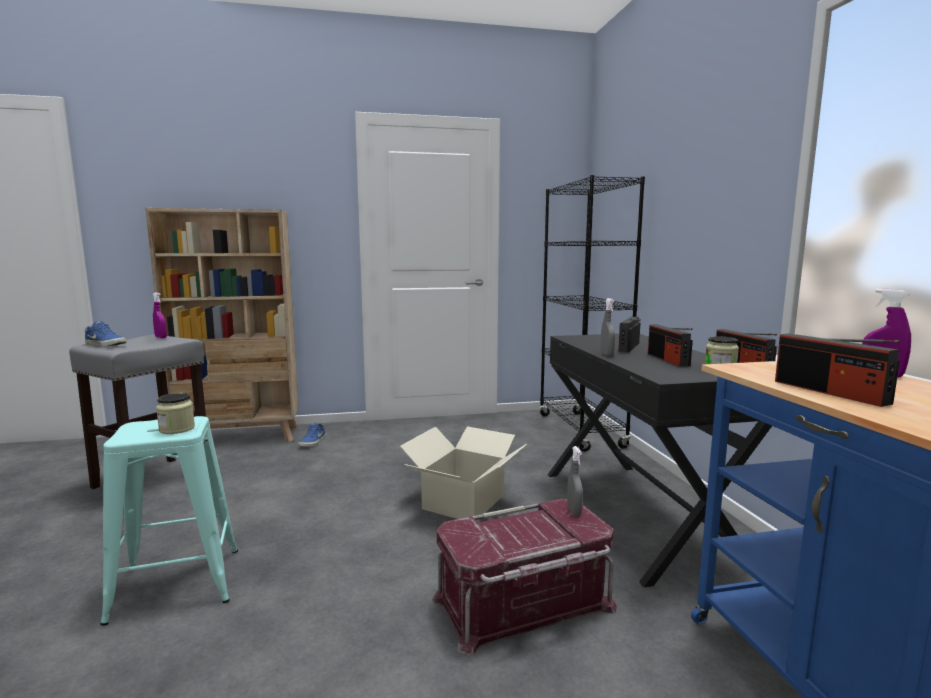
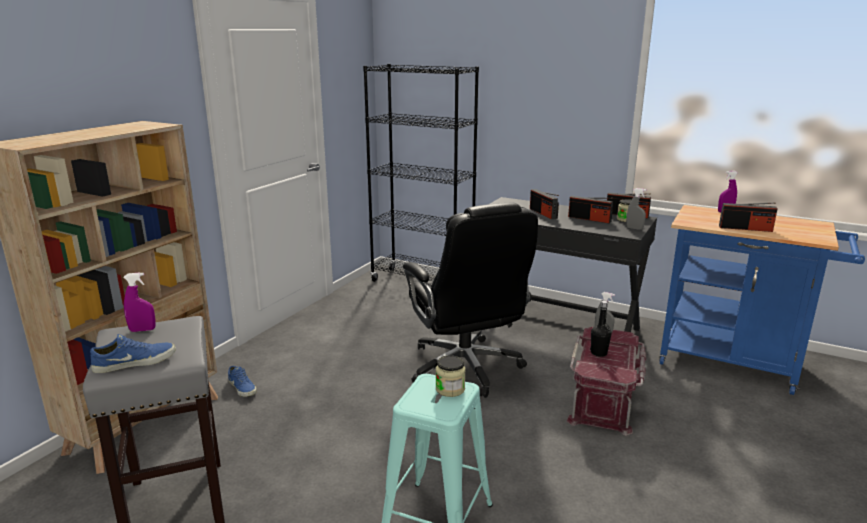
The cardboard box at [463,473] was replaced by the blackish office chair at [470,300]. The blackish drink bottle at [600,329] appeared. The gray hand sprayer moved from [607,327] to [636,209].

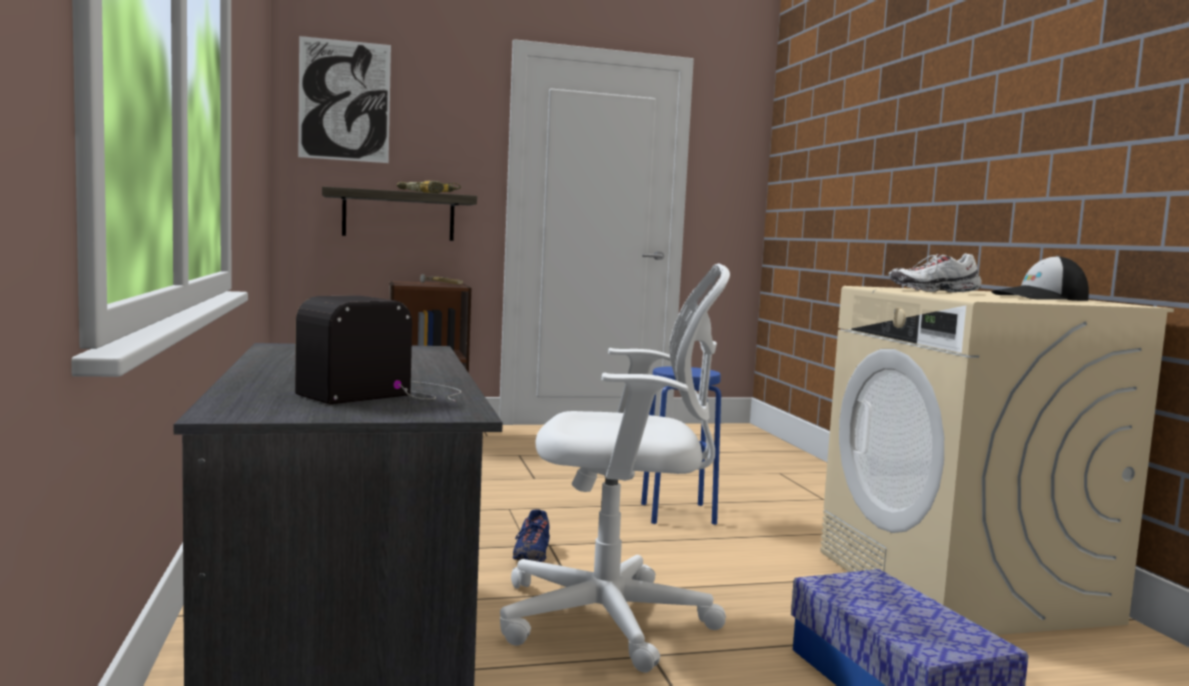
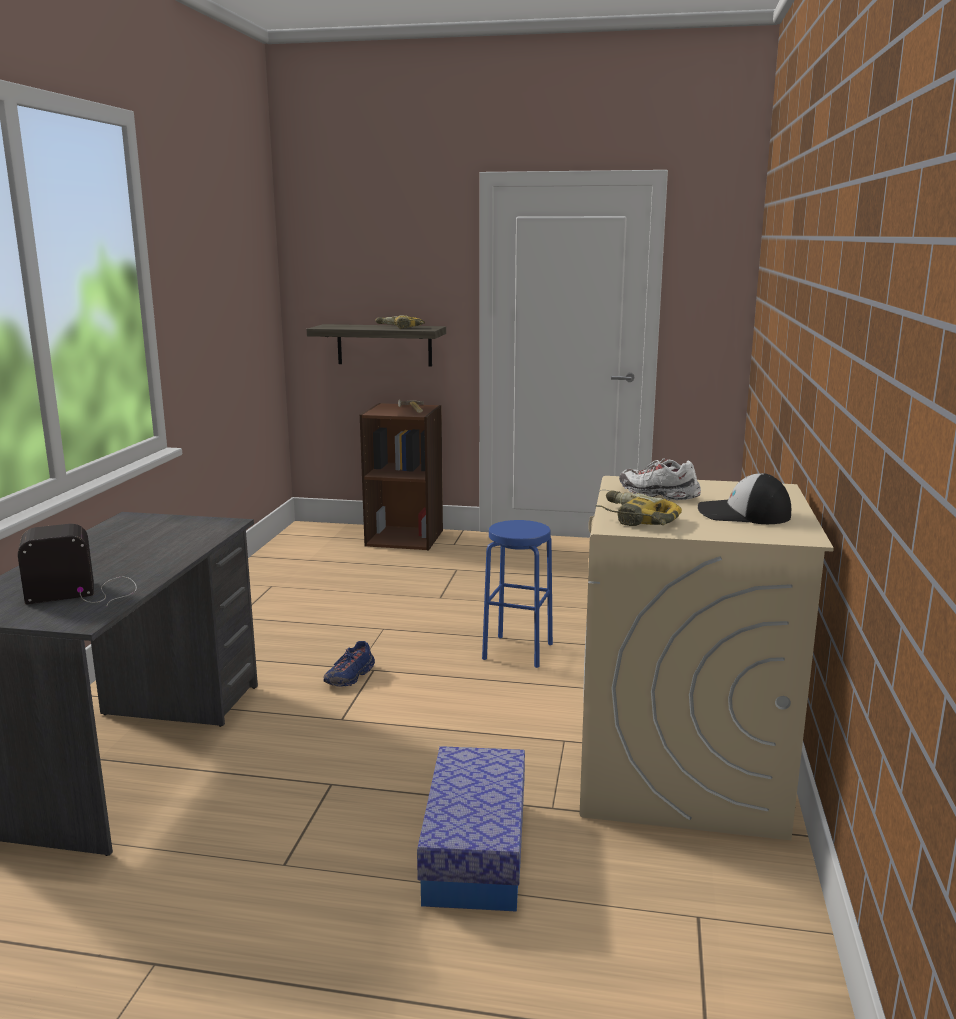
The drill at [638,508] appeared. The picture at [344,99] disappeared. The white-coloured office chair at [615,468] disappeared.

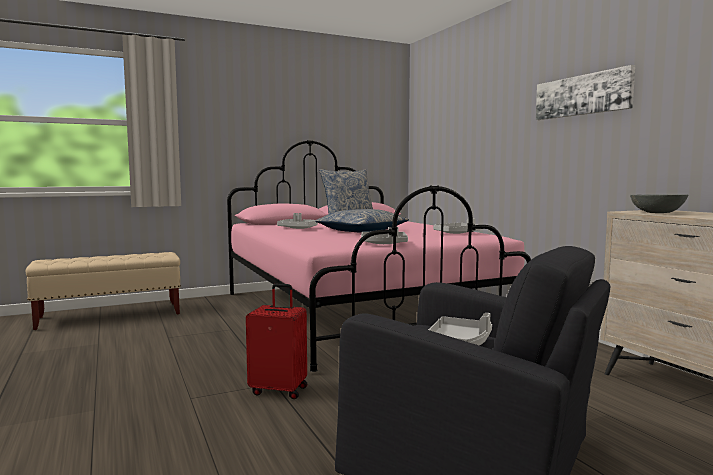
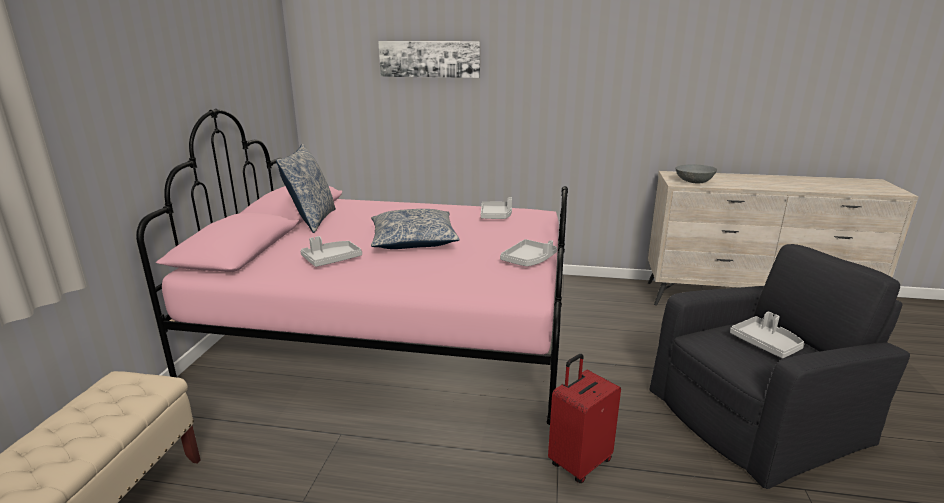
The picture moved from [585,92] to [429,59].

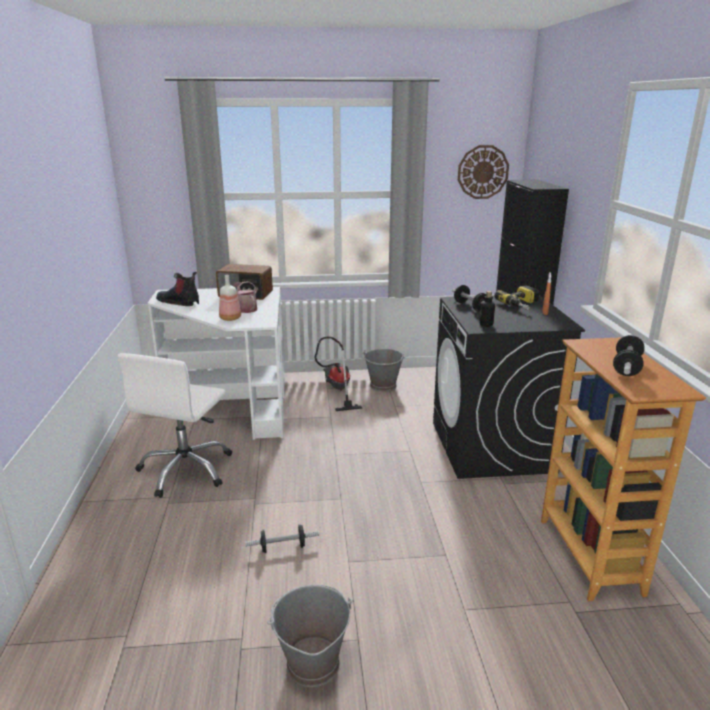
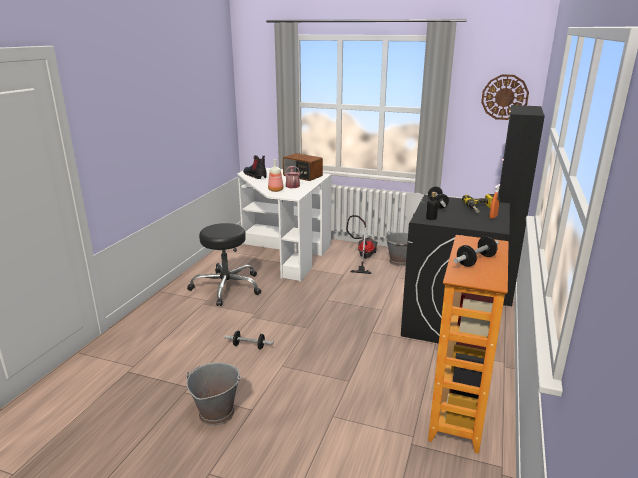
The white-coloured office chair at [175,425] was replaced by the blackish sitting stool at [224,264].

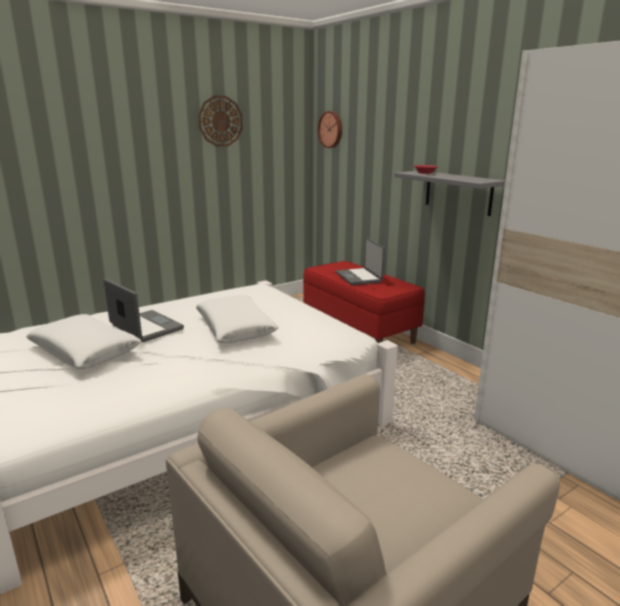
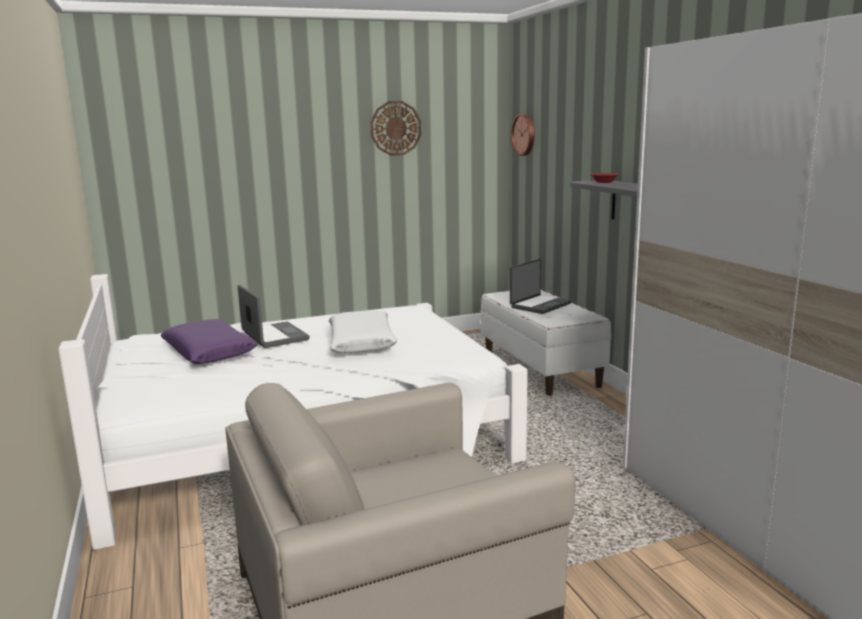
The white-coloured pillow at [83,341] became the purple pillow at [209,341]. The reddish long seat at [364,302] became the white-coloured long seat at [546,343]. The laptop at [360,261] turned 135 degrees counterclockwise.

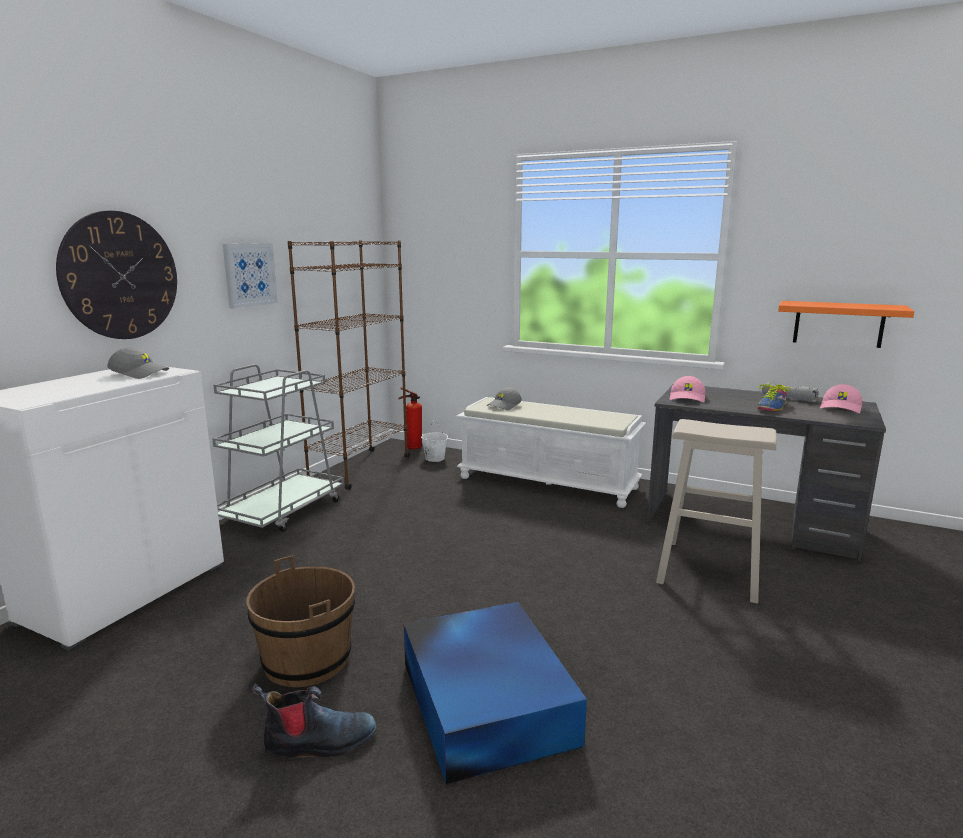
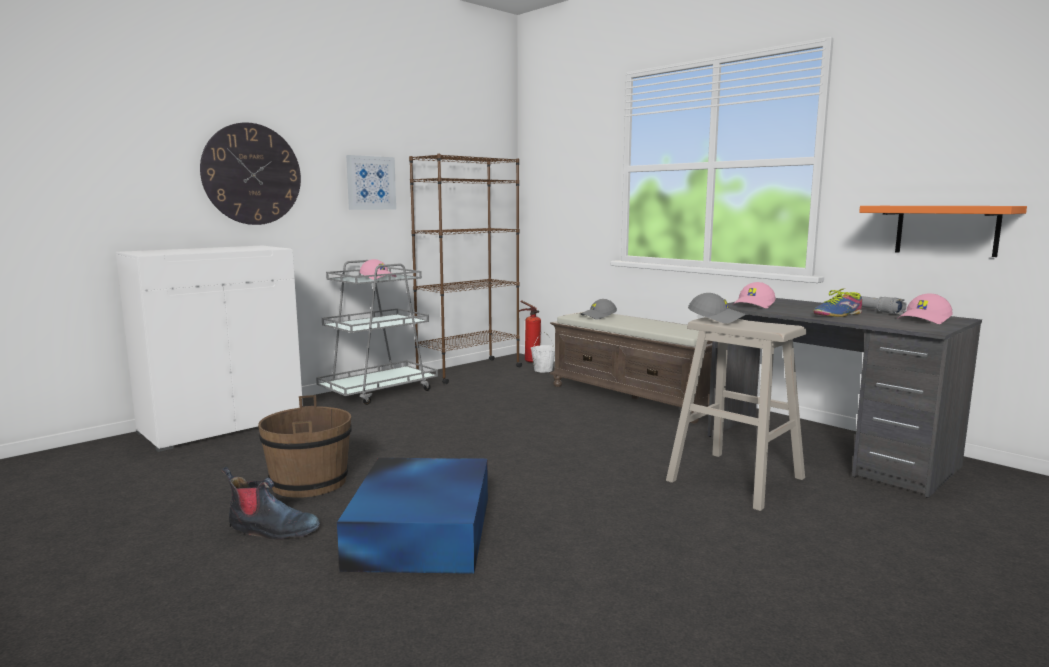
The pink-coloured baseball cap at [378,269] appeared. The white-coloured long seat at [551,452] became the brownish long seat at [631,367]. The gray baseball cap moved from [138,363] to [717,308].

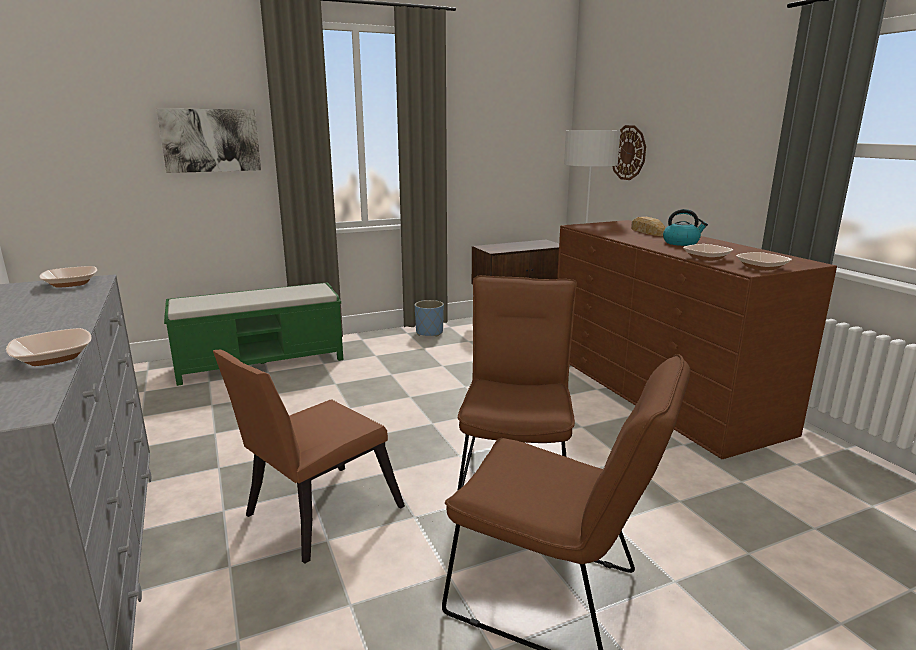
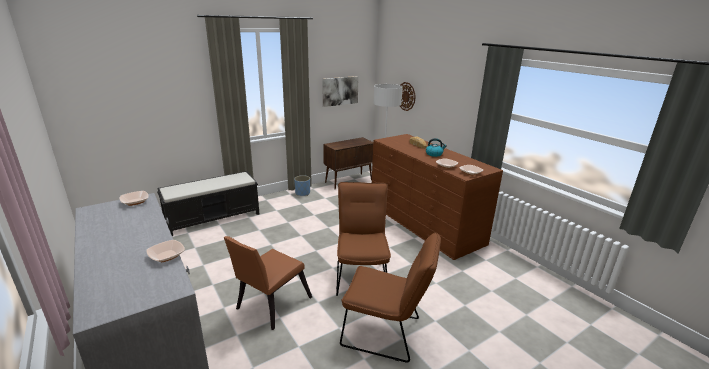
The greenish long seat at [253,334] became the blackish long seat at [208,203]. The picture moved from [209,141] to [340,91].

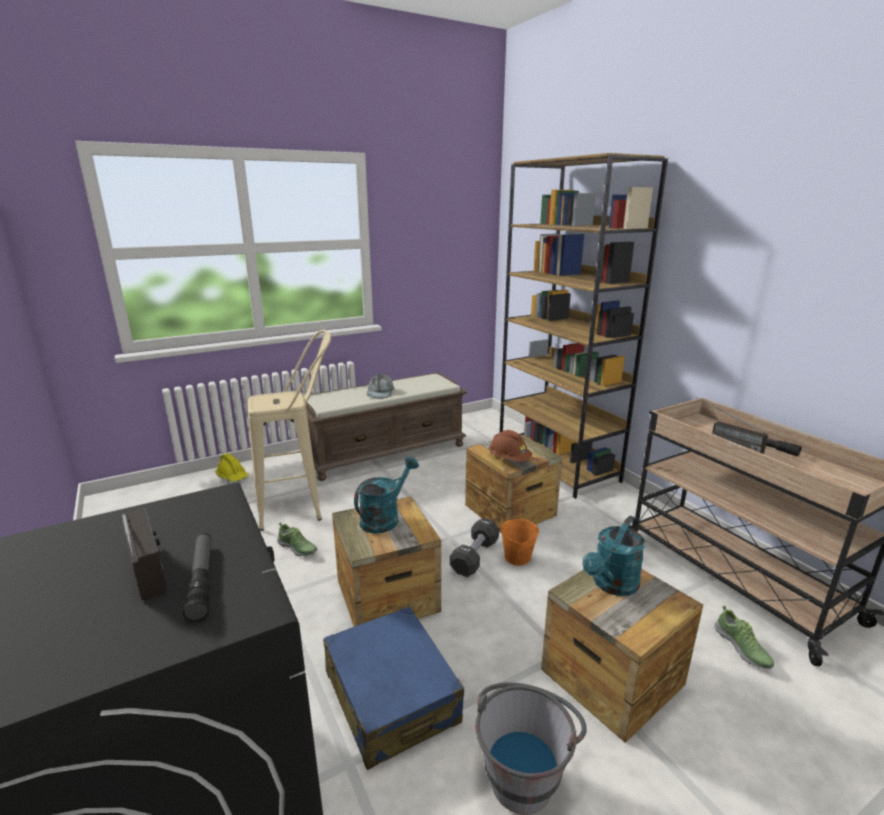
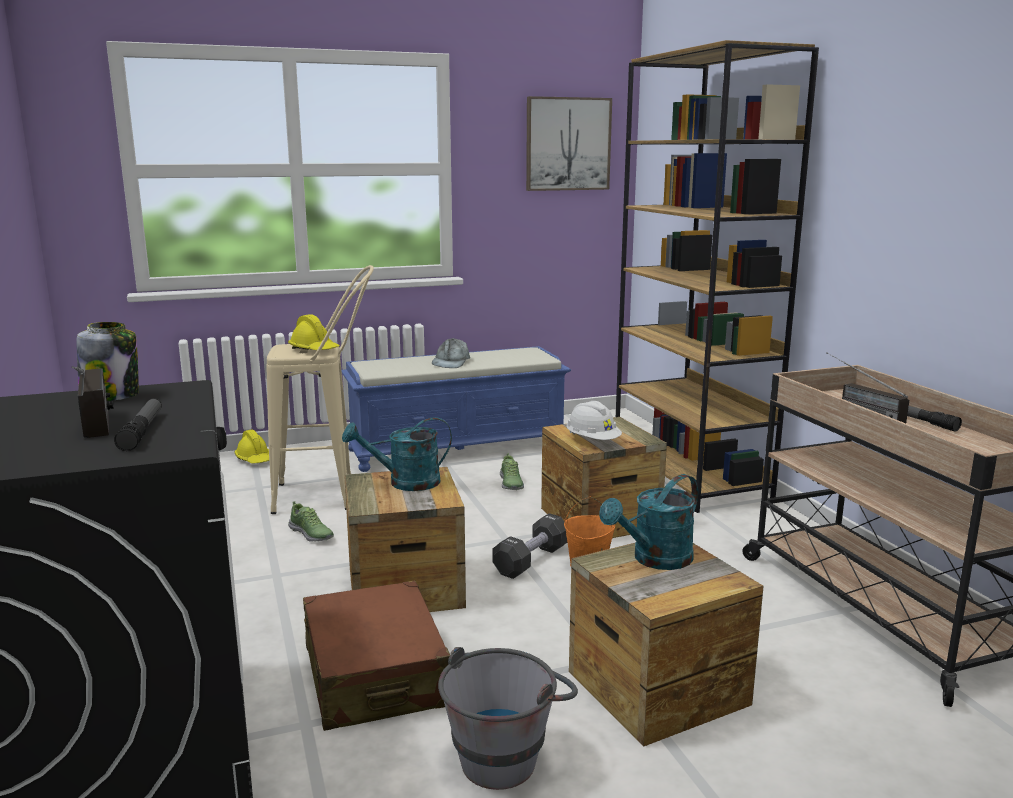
The storage jar at [107,361] appeared. The yellow-coloured work helmet at [314,332] appeared. The blue-coloured travel case at [393,688] became the brownish travel case at [376,655]. The brownish long seat at [385,427] became the blue-coloured long seat at [456,409]. The blue-green watering can at [386,495] turned 150 degrees counterclockwise. The shoe moved from [744,637] to [512,471]. The picture at [569,143] appeared. The brownish work helmet at [510,446] became the white-coloured work helmet at [594,420].

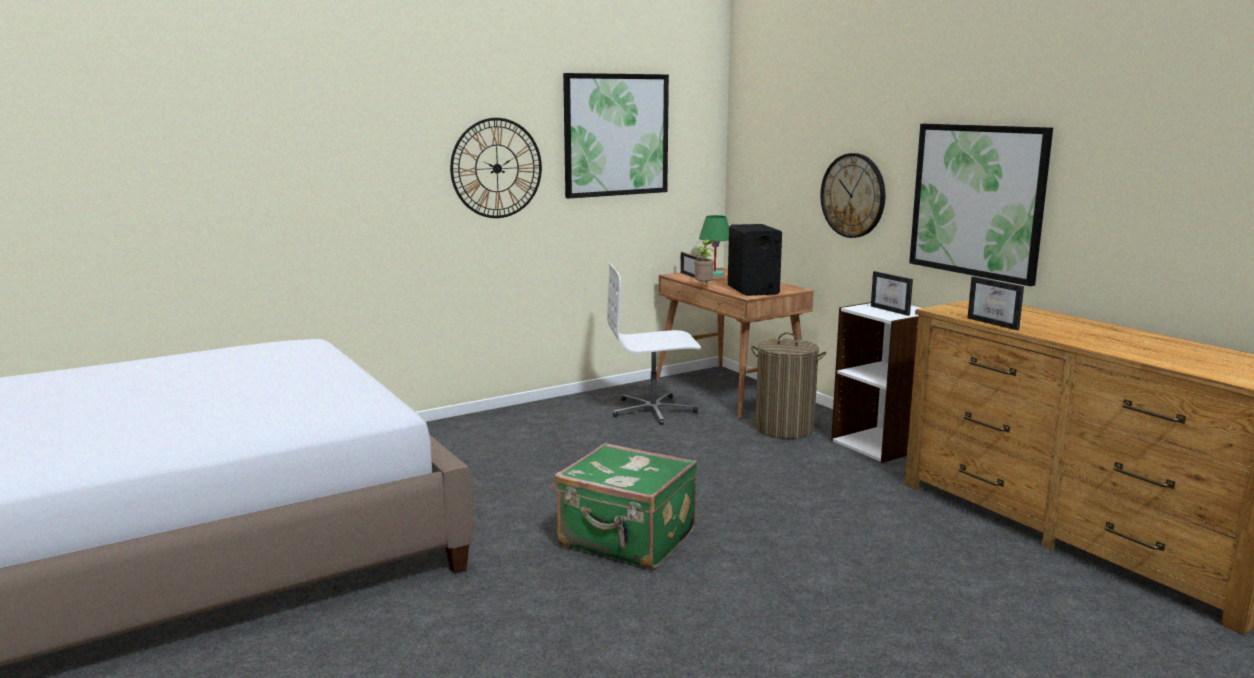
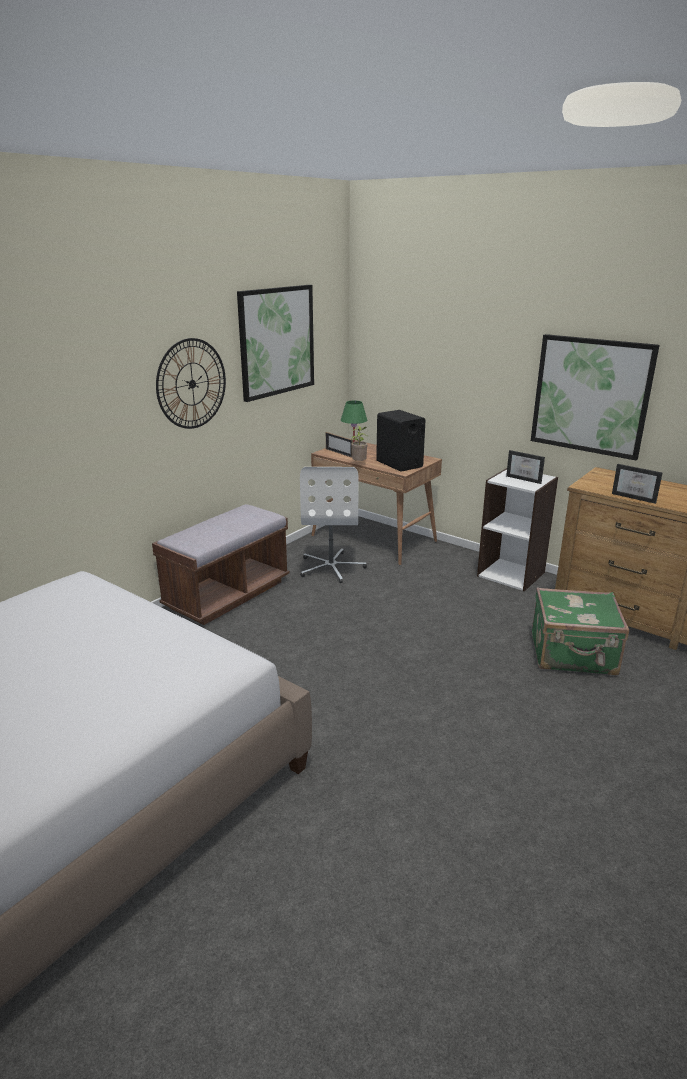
The brownish long seat at [221,564] appeared. The white-coloured office chair at [654,343] turned 60 degrees counterclockwise. The greenish travel case moved from [626,506] to [580,631]. The washing basket at [788,385] disappeared. The clock on the wall at [852,195] disappeared.

